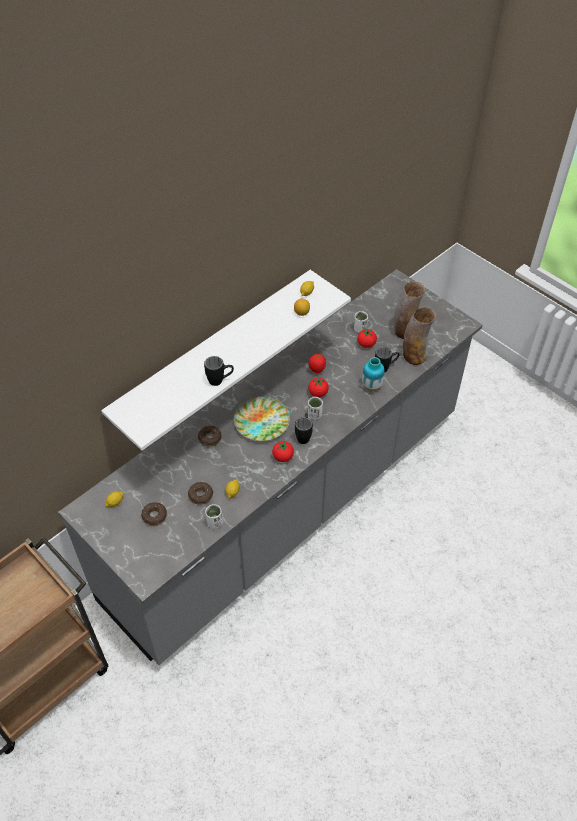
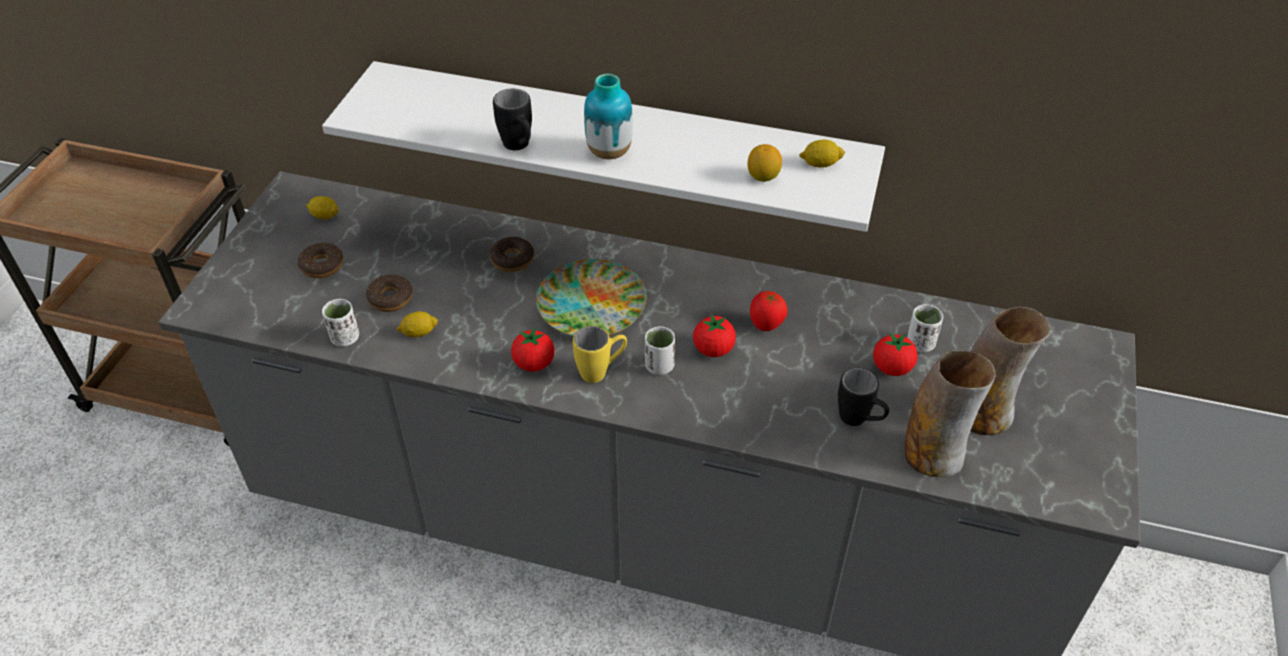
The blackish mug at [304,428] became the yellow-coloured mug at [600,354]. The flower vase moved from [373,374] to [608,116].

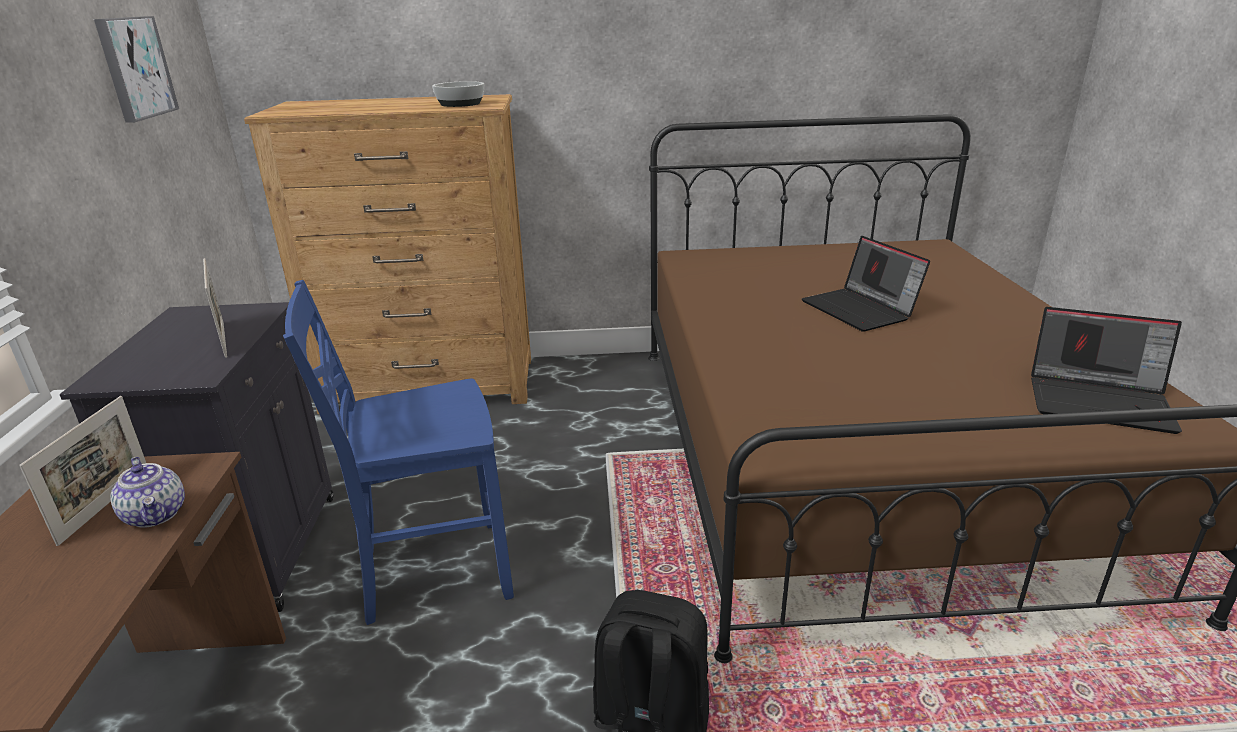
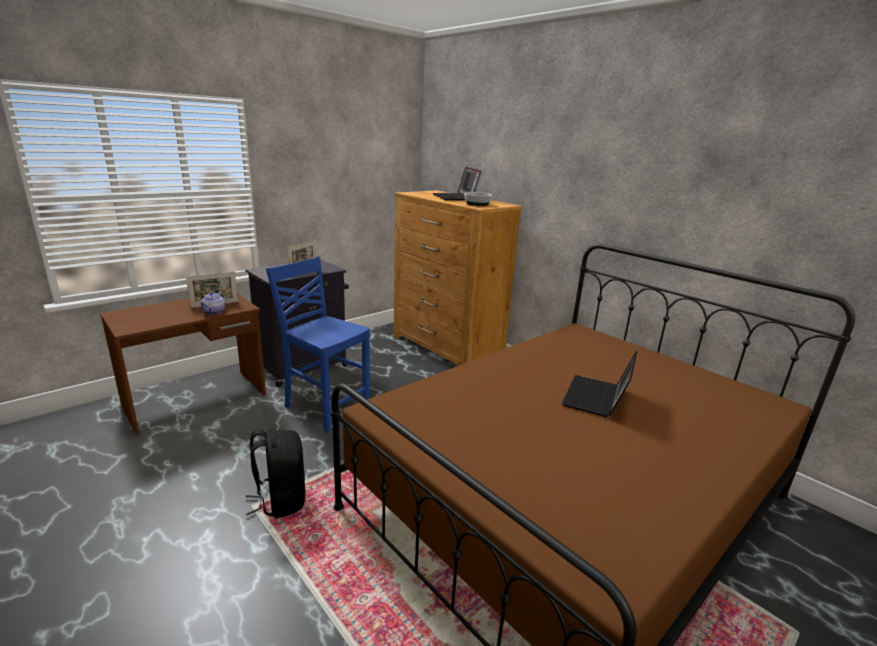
The laptop moved from [1106,370] to [457,184]. The picture at [136,69] disappeared.

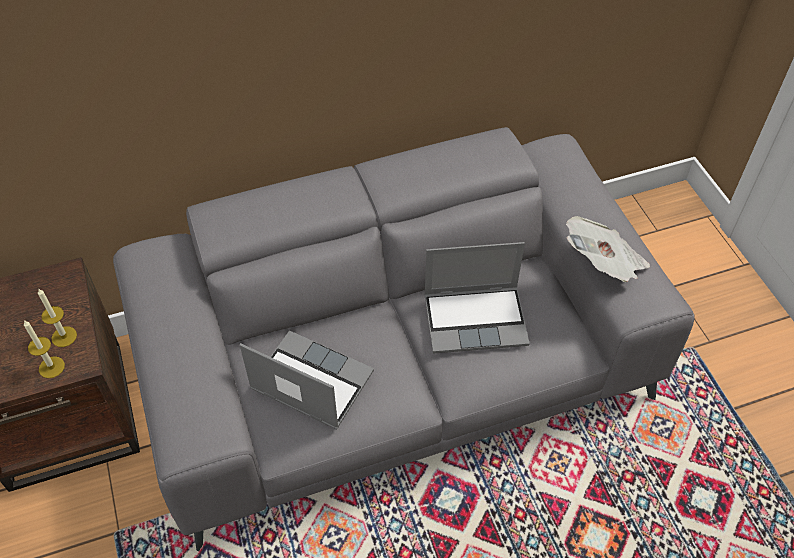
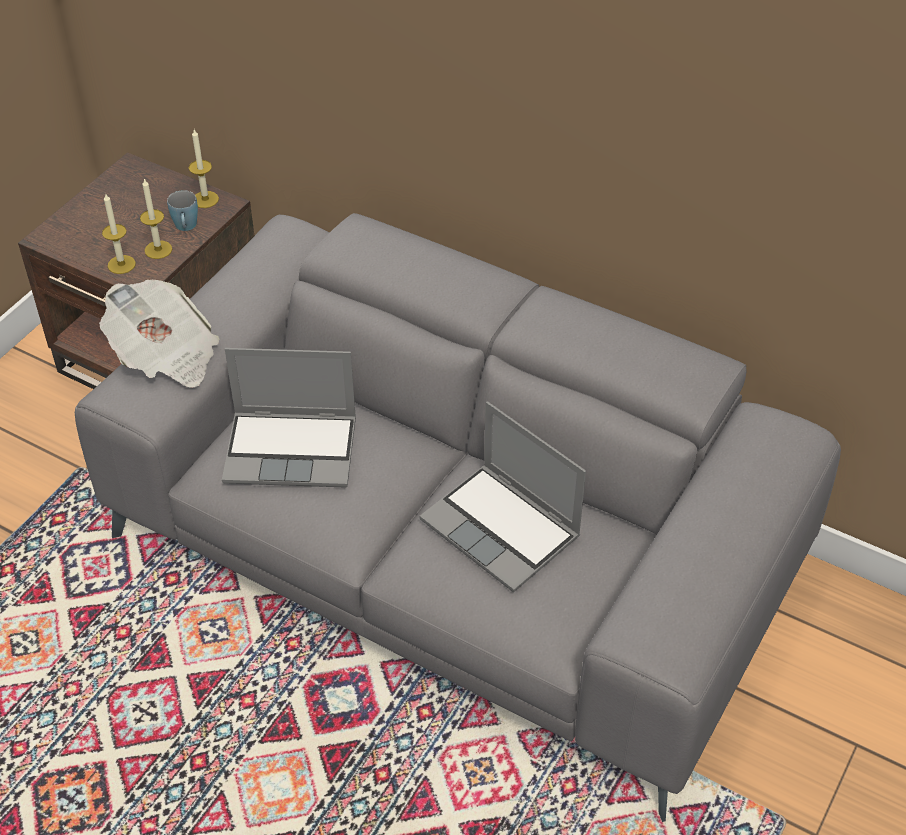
The daily paper moved from [608,249] to [159,334]. The blue-coloured mug at [182,210] appeared. The wax candle at [204,168] appeared. The laptop at [307,380] turned 105 degrees clockwise.

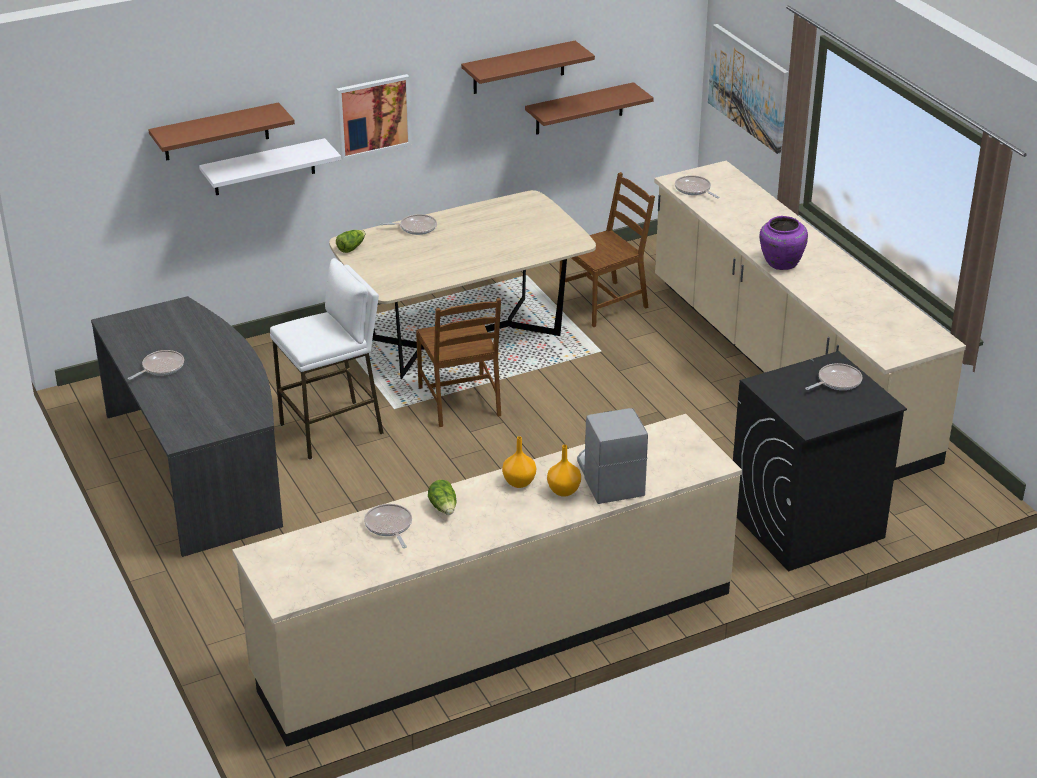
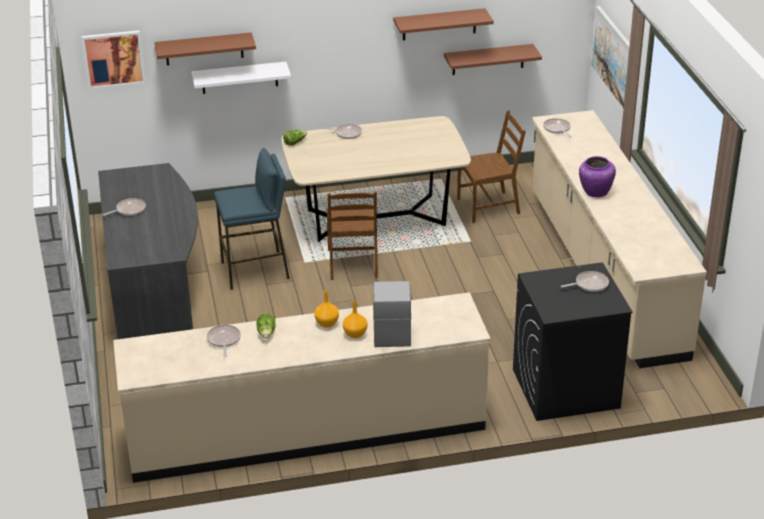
The picture moved from [374,117] to [114,59]. The white-coloured sitting stool at [327,359] became the blue-coloured sitting stool at [252,219].

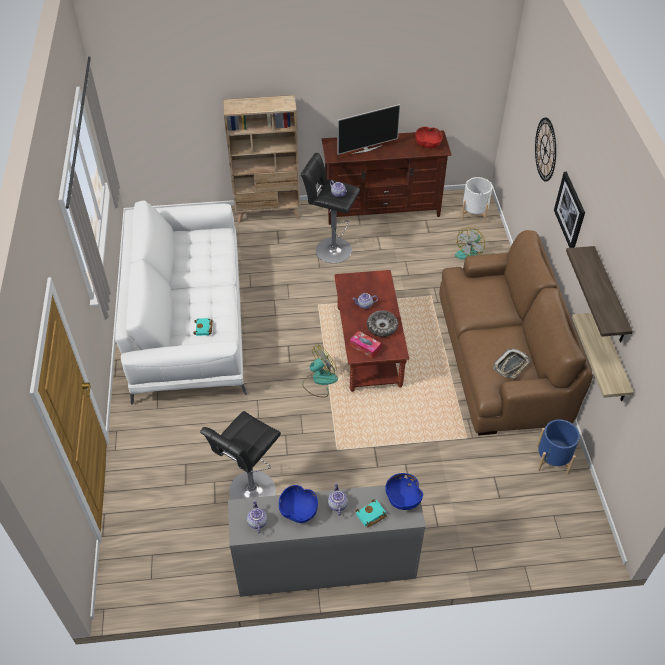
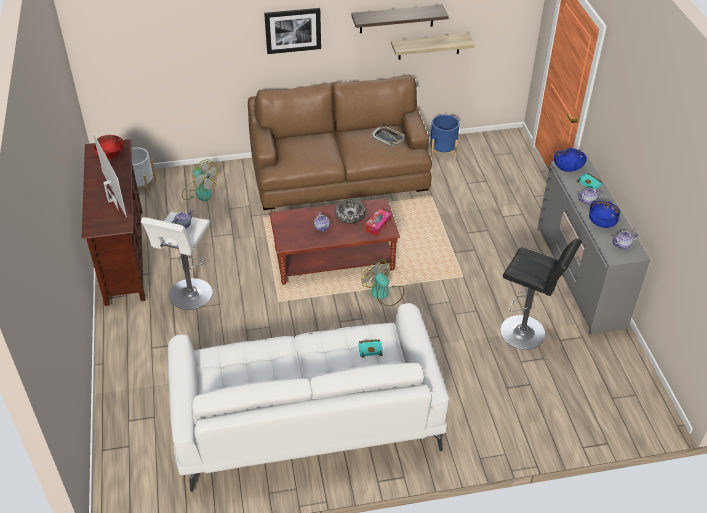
The blackish sitting stool at [330,208] became the white-coloured sitting stool at [177,261]. The beige-coloured bookcase at [261,159] disappeared. The clock on the wall at [545,150] disappeared.

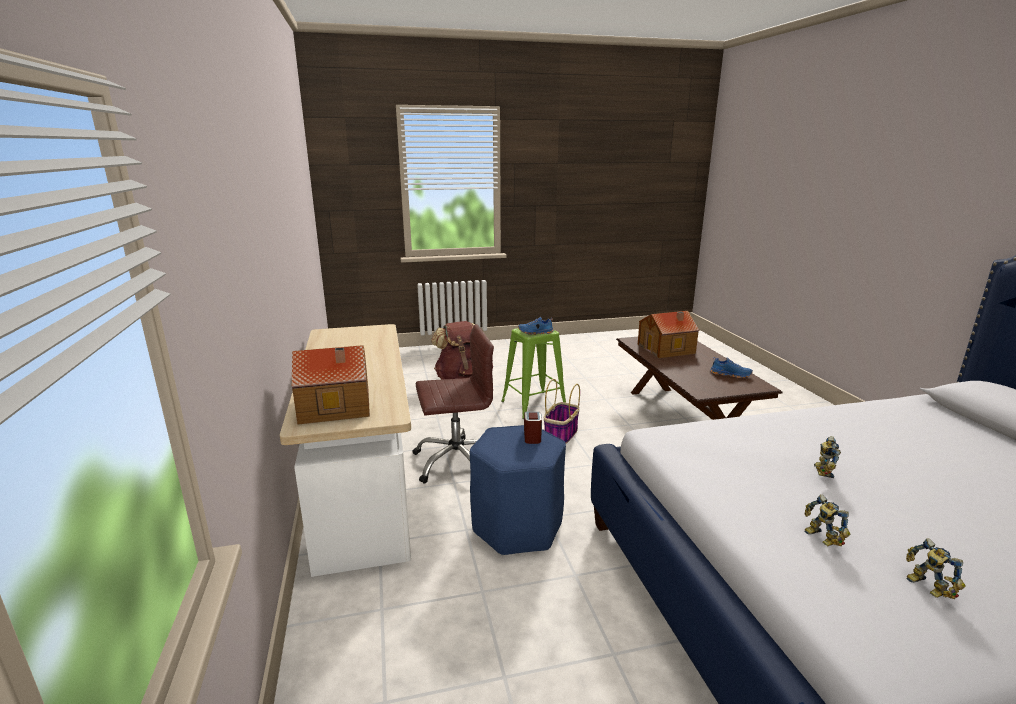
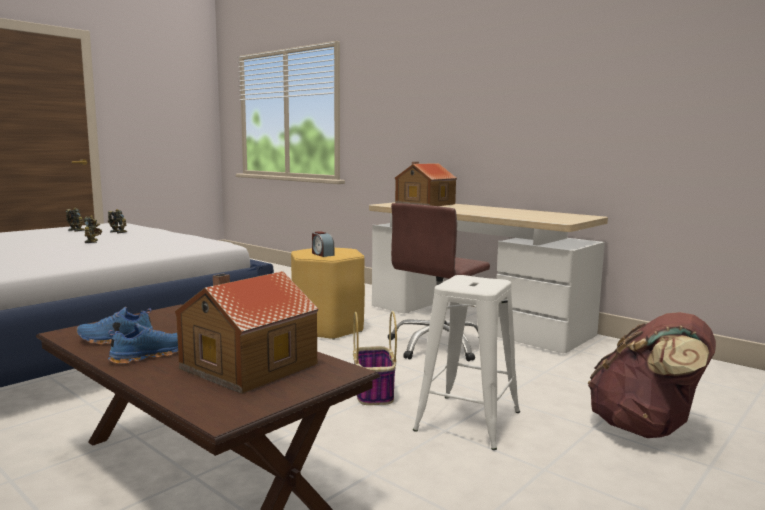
The blue-coloured shoe moved from [536,326] to [143,343]. The blue-coloured sitting stool at [518,490] became the yellow-coloured sitting stool at [328,294]. The greenish sitting stool at [533,373] became the white-coloured sitting stool at [466,362].

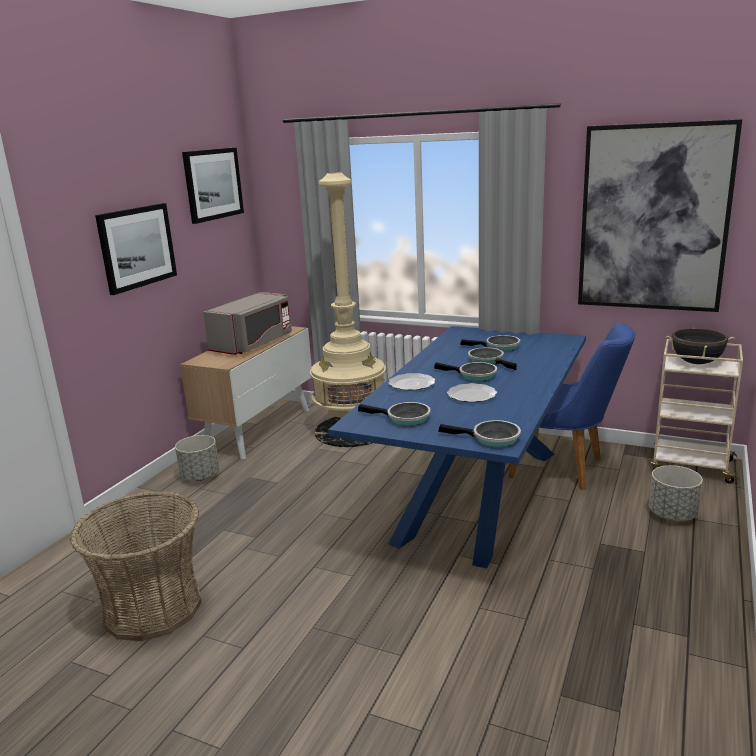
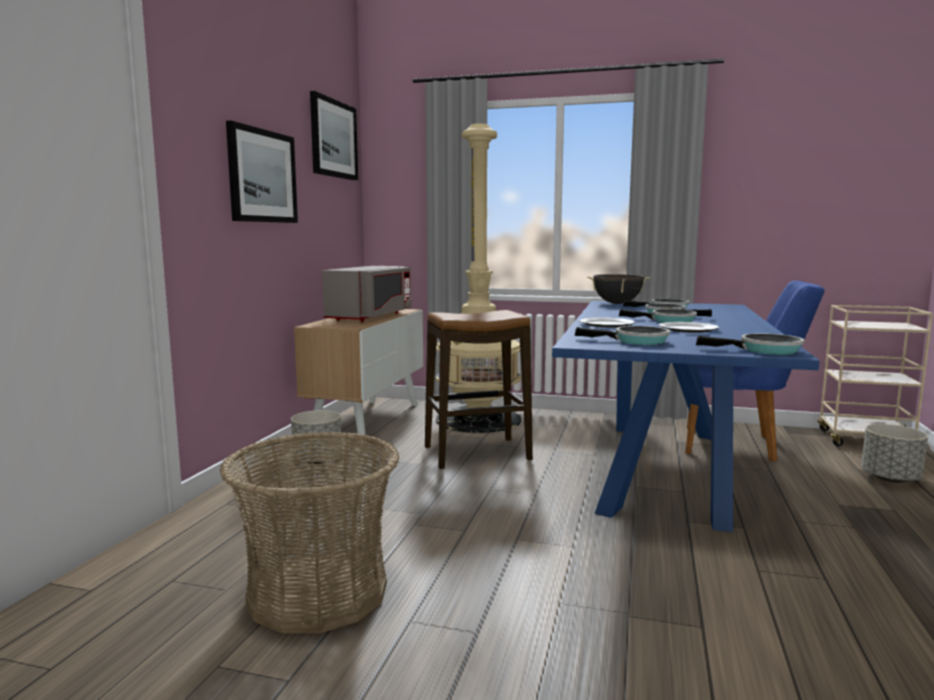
The sitting stool at [479,389] appeared. The blackish stockpot moved from [700,345] to [618,289]. The picture at [660,215] disappeared.

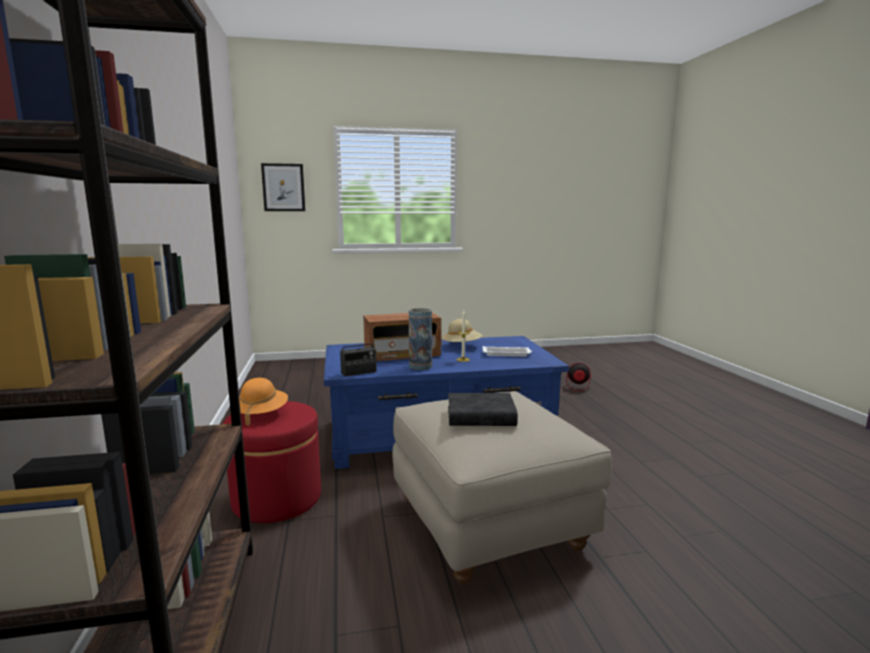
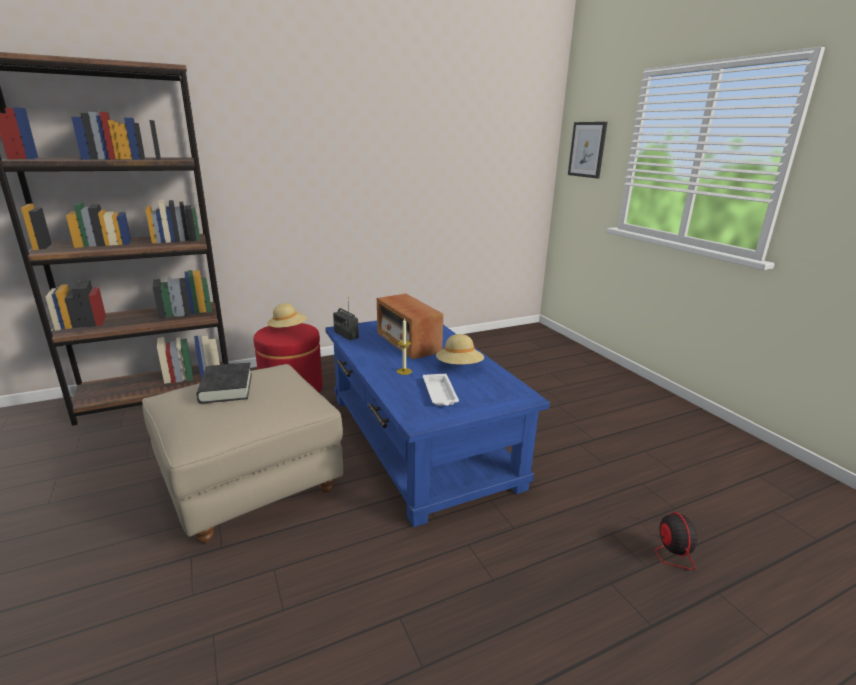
The orange-coloured hat at [263,402] became the beige-coloured hat at [287,316]. The flower vase at [420,339] disappeared.

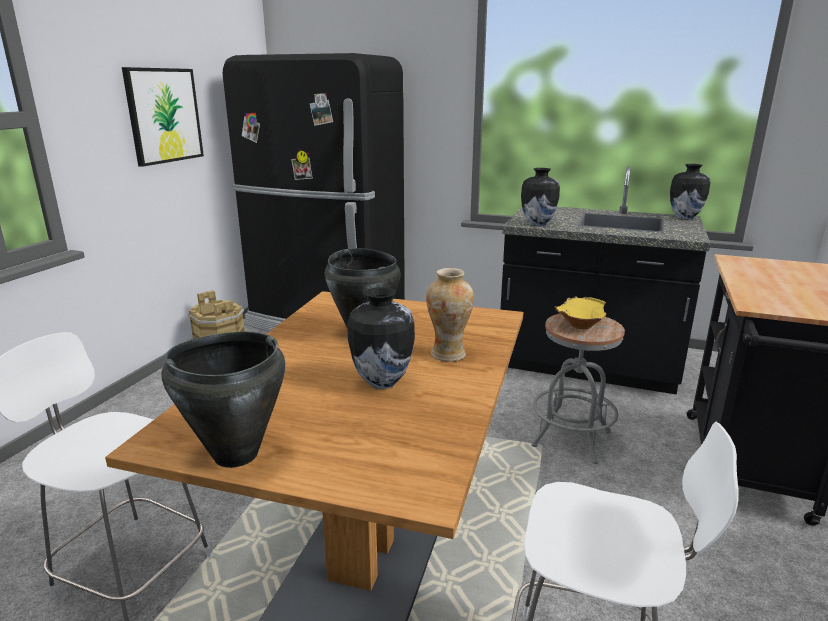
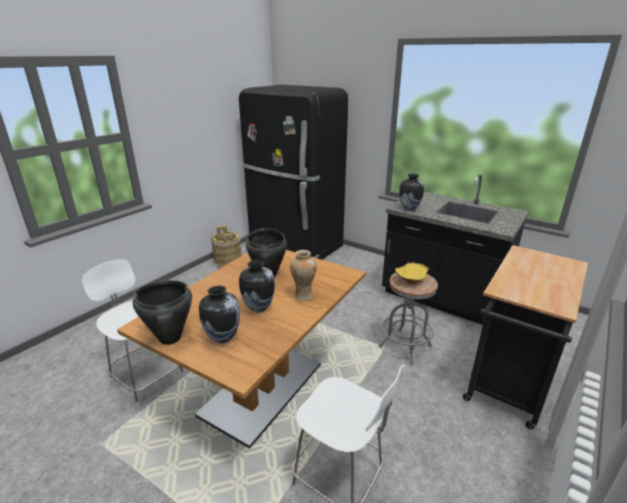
The flower vase moved from [690,191] to [219,314]. The picture at [163,117] disappeared.

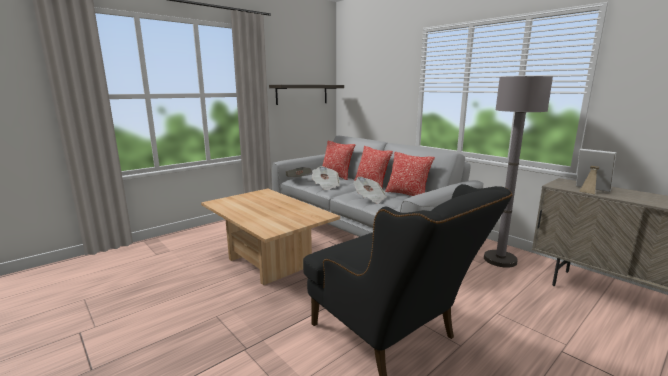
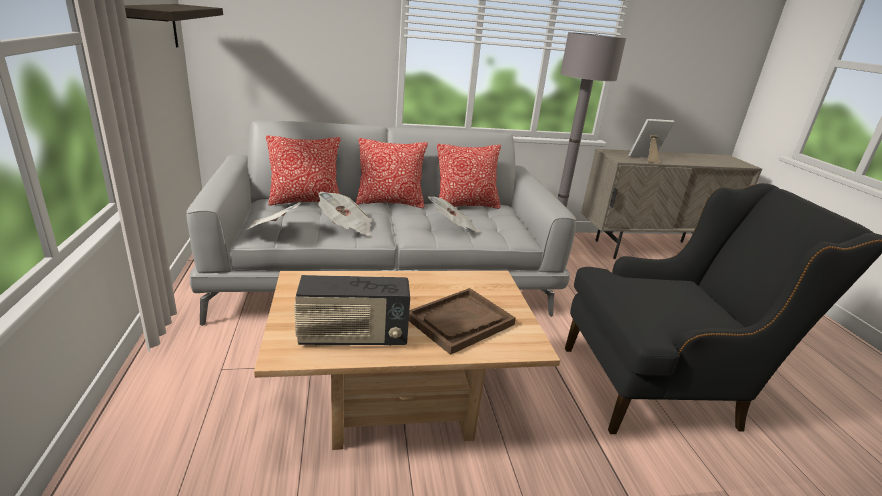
The radio receiver at [352,310] appeared. The brownish tray at [462,321] appeared.

